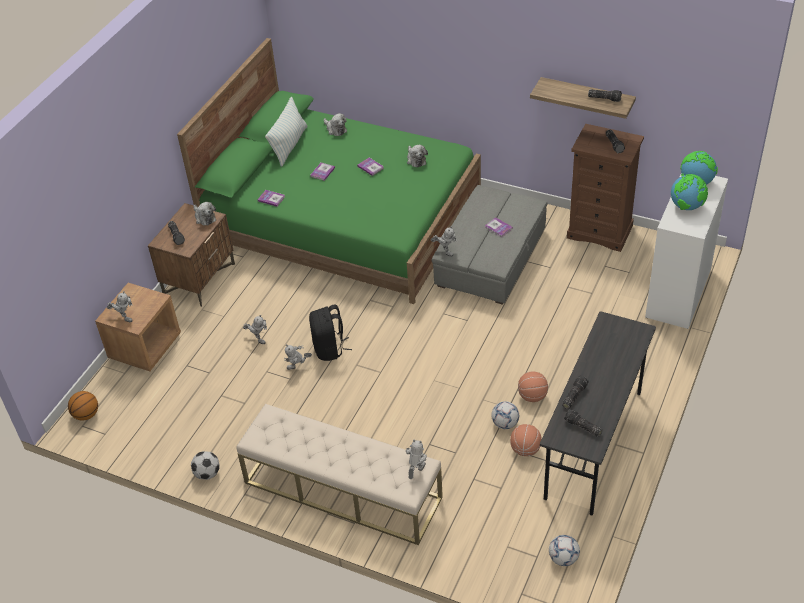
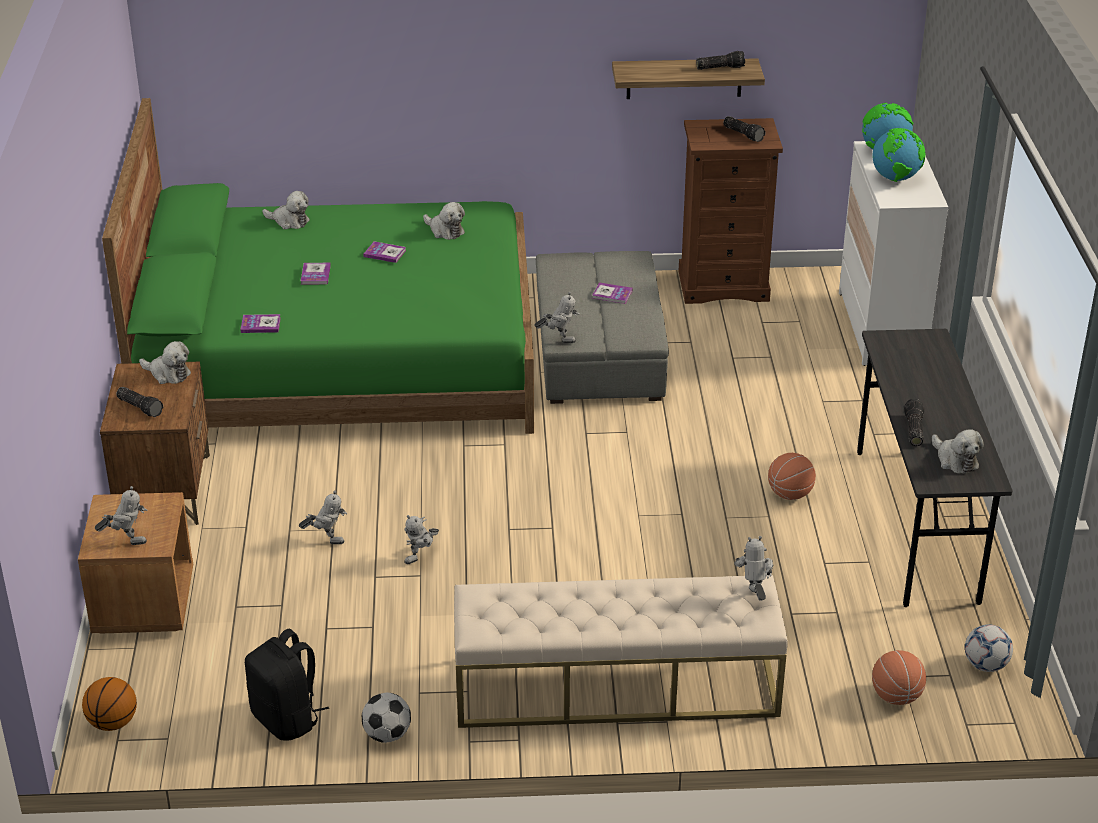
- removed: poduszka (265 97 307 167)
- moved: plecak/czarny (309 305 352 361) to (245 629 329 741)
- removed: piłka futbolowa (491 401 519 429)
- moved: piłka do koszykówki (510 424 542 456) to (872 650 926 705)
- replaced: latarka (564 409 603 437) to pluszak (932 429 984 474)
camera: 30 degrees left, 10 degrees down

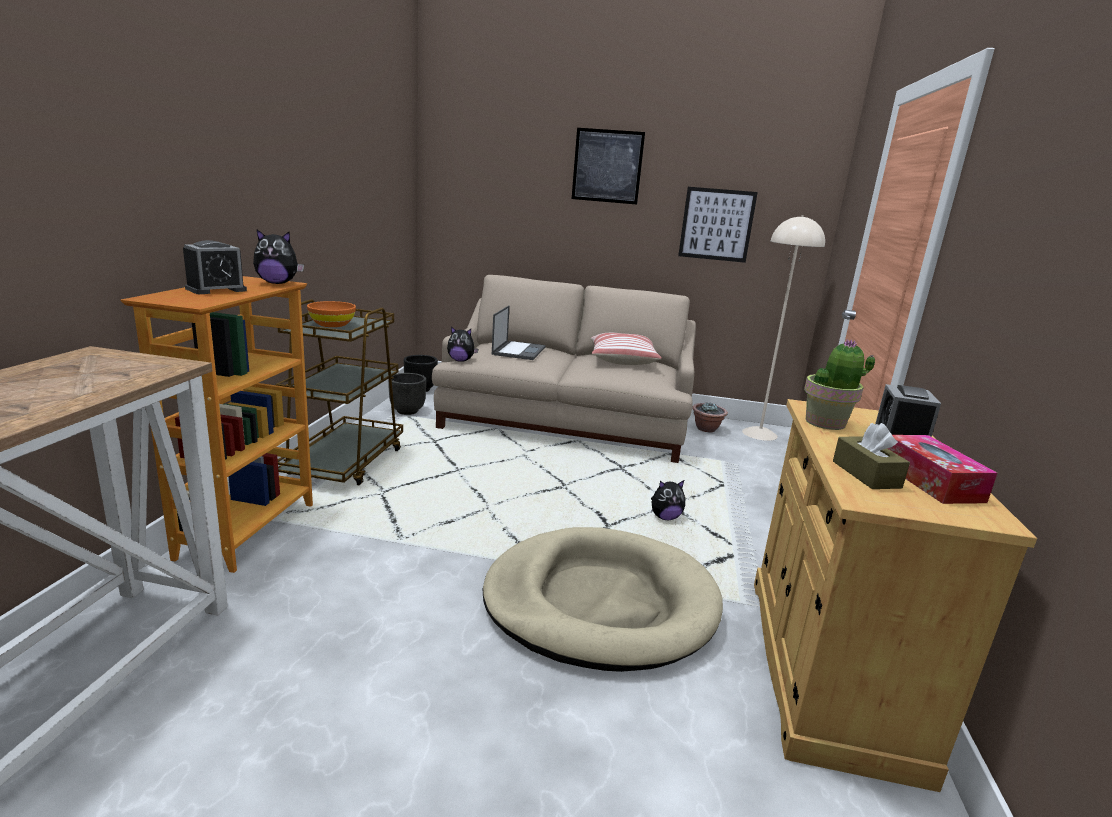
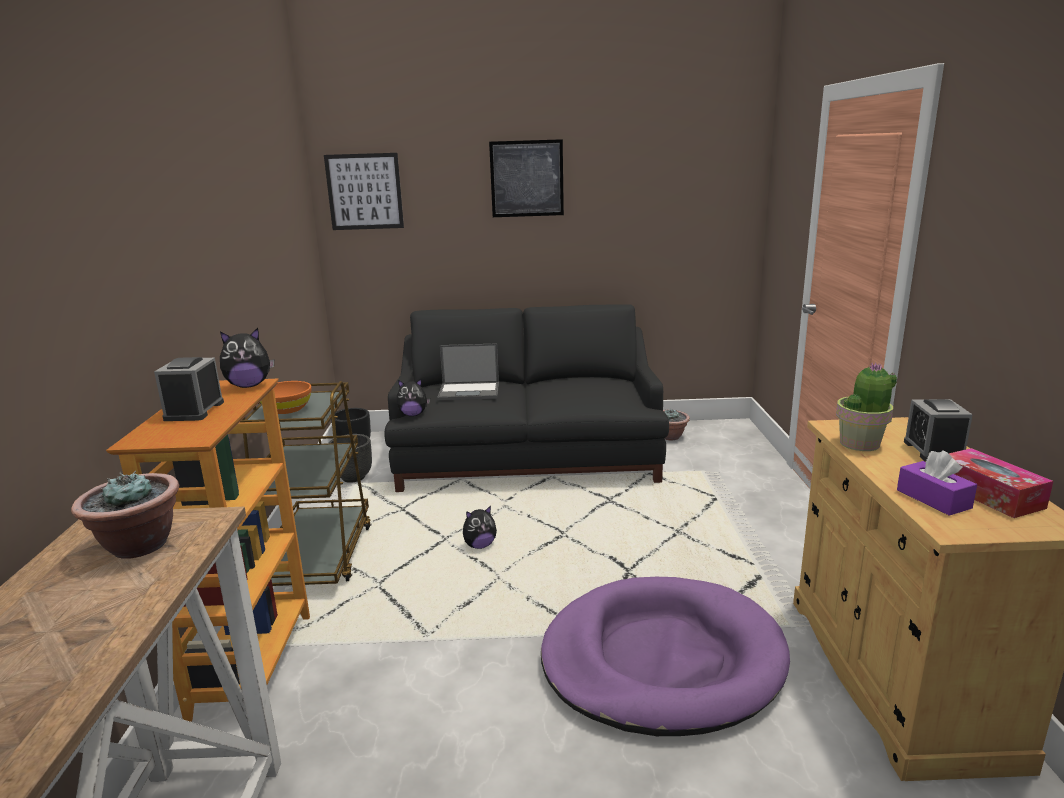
- turned: budzik (183 240 247 294) = (154 357 224 421) 150 degrees clockwise
- recoloured: kanapa/beżowy (432 275 696 463) to kanapa/czarny (384 304 669 492)
- recoloured: legowisko/beżowy (482 527 723 672) to legowisko/fioletowy (541 577 790 736)
- turned: laptop (492 305 546 360) = (437 343 499 400) 90 degrees clockwise
- removed: poduszka (591 333 662 365)
- moved: pluszak (651 480 685 520) to (463 506 497 549)
- moved: obraz (678 187 758 263) to (324 153 404 230)
- removed: lampa stojąca/beżowy (742 215 825 441)
- recoloured: pudełko chusteczek/brązowy (833 423 910 489) to pudełko chusteczek/fioletowy (897 451 977 516)
- added: roślina doniczkowa (71 471 179 559)
camera: 10 degrees left, 0 degrees up

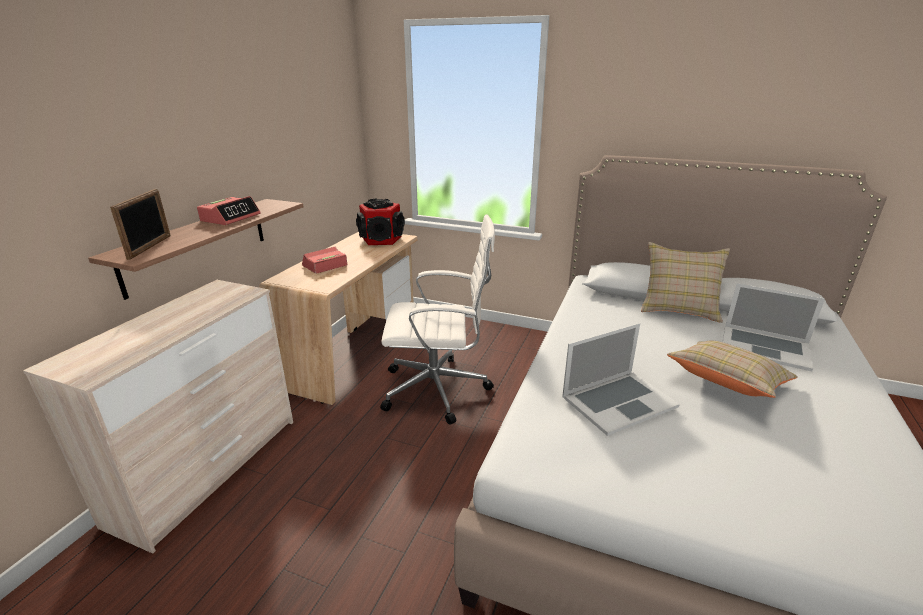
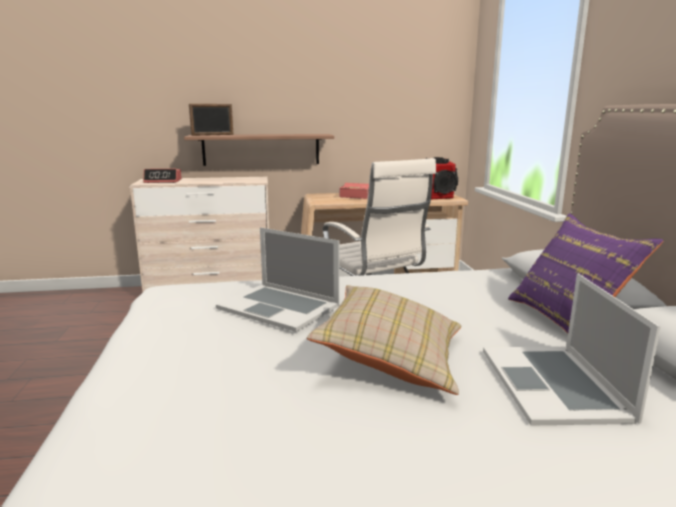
- moved: budzik (197 196 261 225) to (143 169 182 183)
- recoloured: poduszka/beżowy (641 242 730 323) to poduszka/fioletowy (508 213 664 333)
camera: 60 degrees right, 10 degrees down

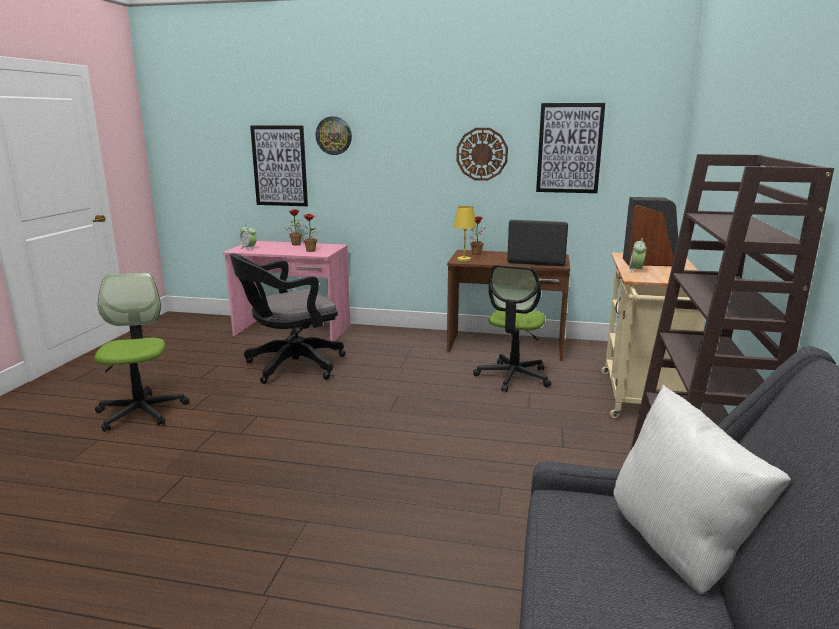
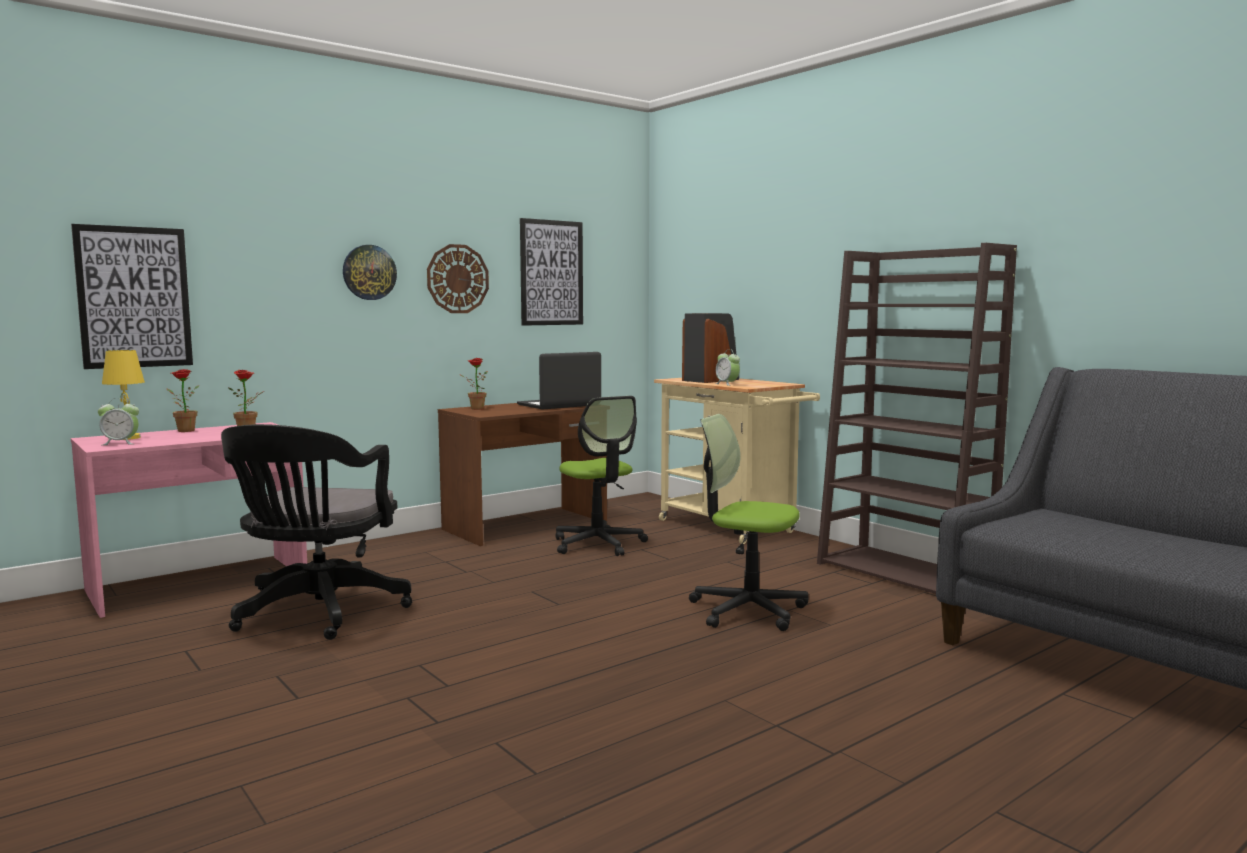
- moved: krzesło biurowe (94 272 190 432) to (689 414 809 631)
- moved: zegar ścienny (316 117 352 155) to (343 245 397 300)
- moved: lampa stołowa/żółty (454 206 476 261) to (102 350 145 440)
- removed: poduszka/biały (613 385 791 594)
camera: 50 degrees left, 10 degrees down

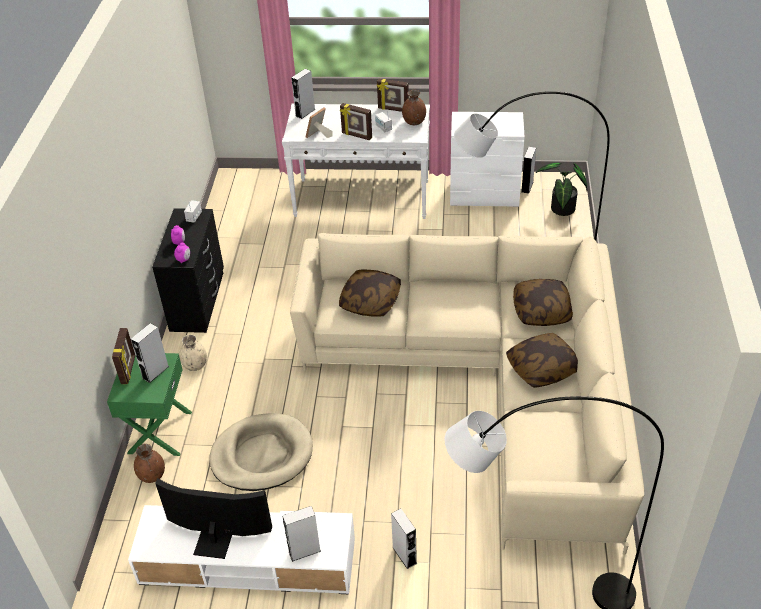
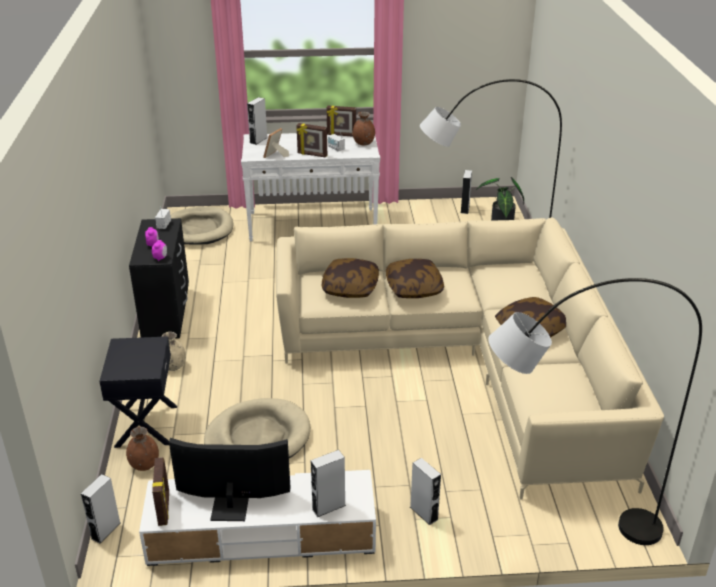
- recoloured: szafka nocna/zielony (107 353 192 456) to szafka nocna/czarny (99 336 177 448)
- moved: ramka na zdjęcie (112 328 135 384) to (152 457 169 526)
- moved: głośnik/szary (131 323 169 383) to (81 474 120 544)
- removed: komoda/biały (450 112 525 207)
- moved: poduszka (513 279 573 326) to (386 259 444 298)
- added: legowisko/beżowy (171 207 234 245)
camera: 10 degrees left, 10 degrees down

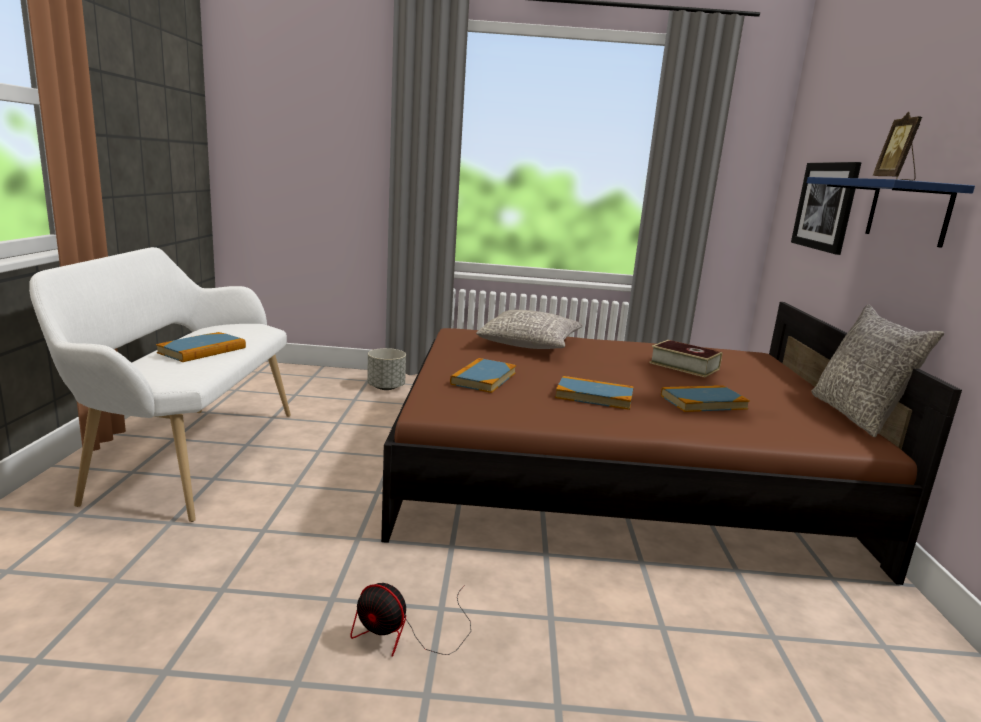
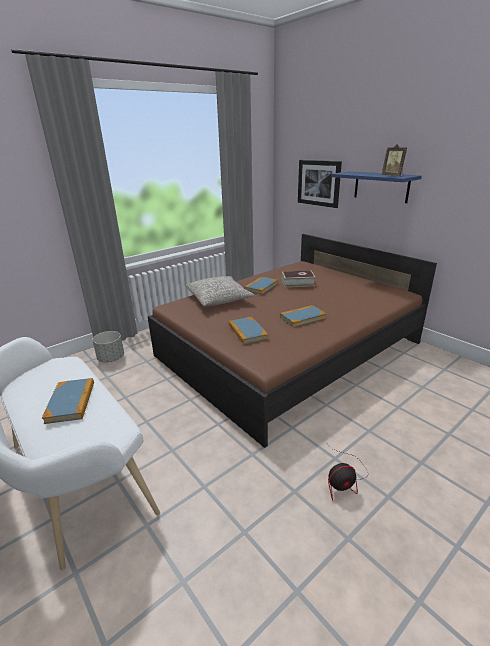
- moved: książka (661 385 750 412) to (244 277 278 294)
- removed: poduszka/szary (811 304 944 437)
camera: 40 degrees left, 10 degrees up

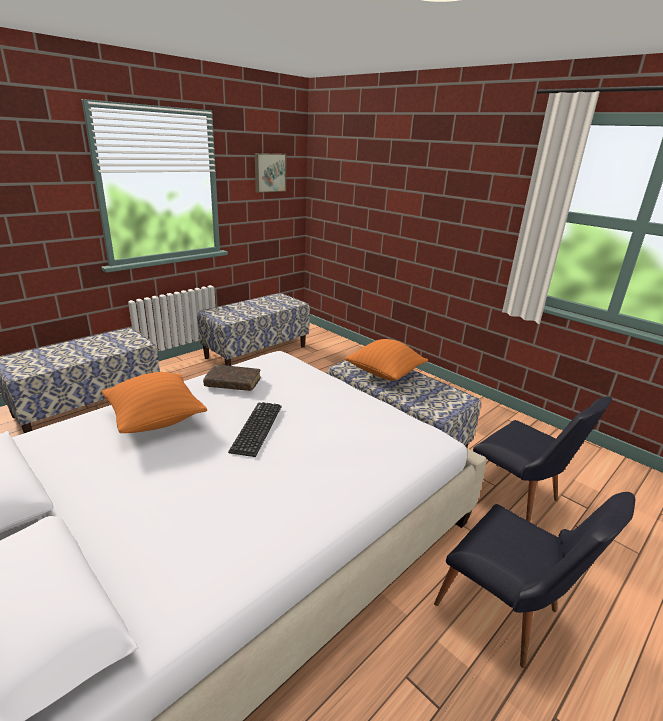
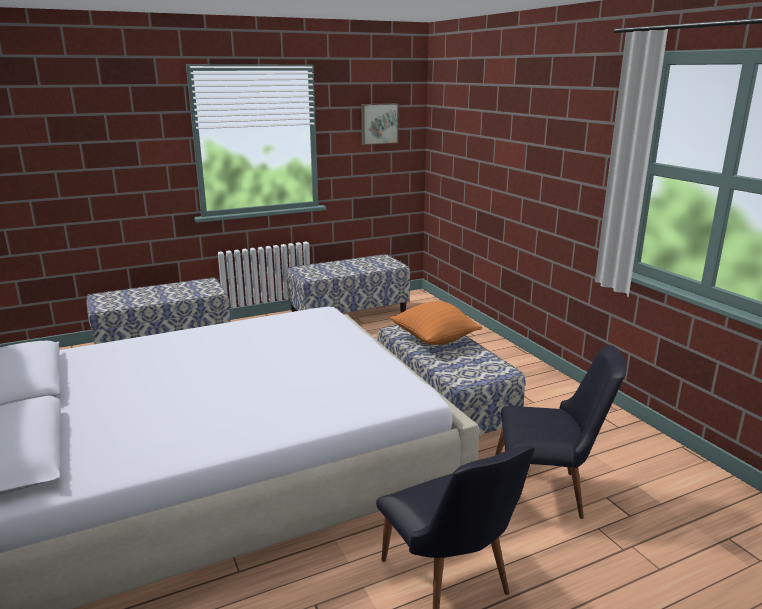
- removed: poduszka/pomarańczowy (102 372 207 433)
- removed: książka/brązowy (203 364 261 391)
- removed: klawiatura (228 402 282 457)
- turned: krzesło/czarny (473 396 612 522) = (495 345 627 519) 60 degrees counterclockwise
camera: 20 degrees right, 5 degrees down

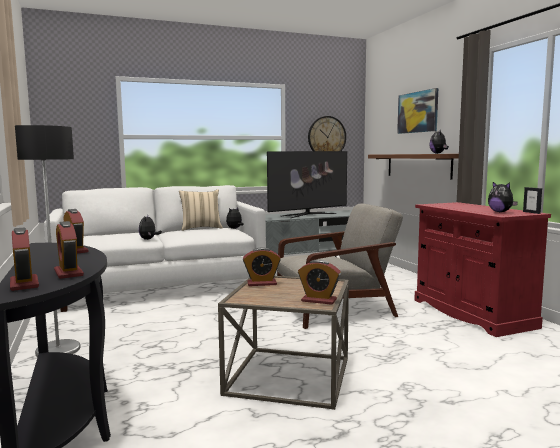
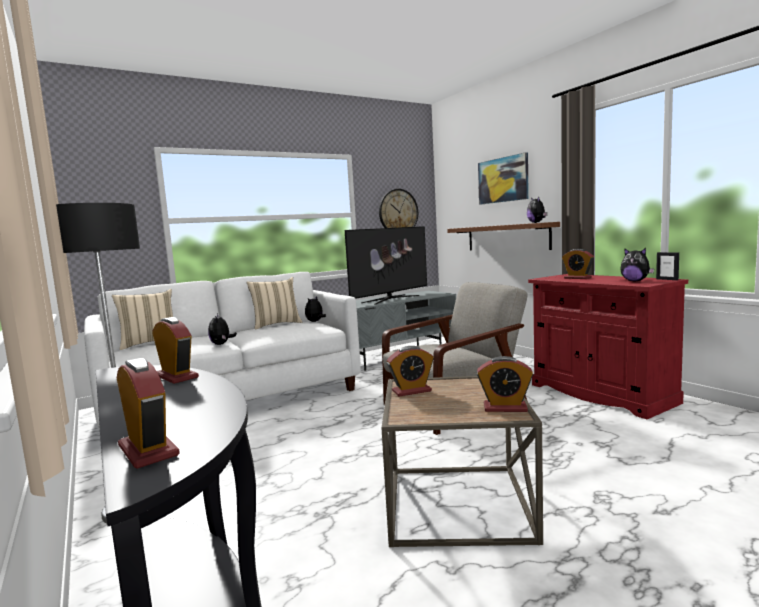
- moved: budzik (54 221 84 279) to (562 249 594 279)
- added: poduszka/beżowy (112 289 173 350)
camera: 10 degrees left, 0 degrees up

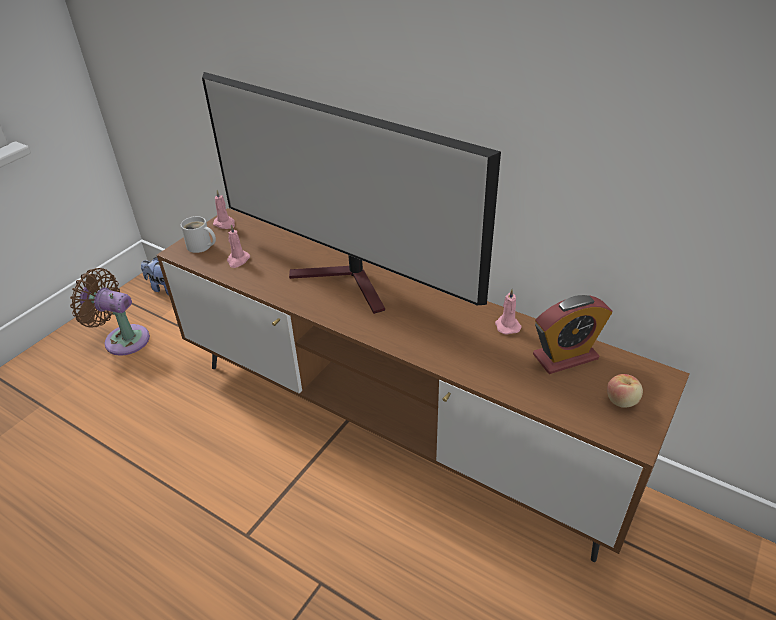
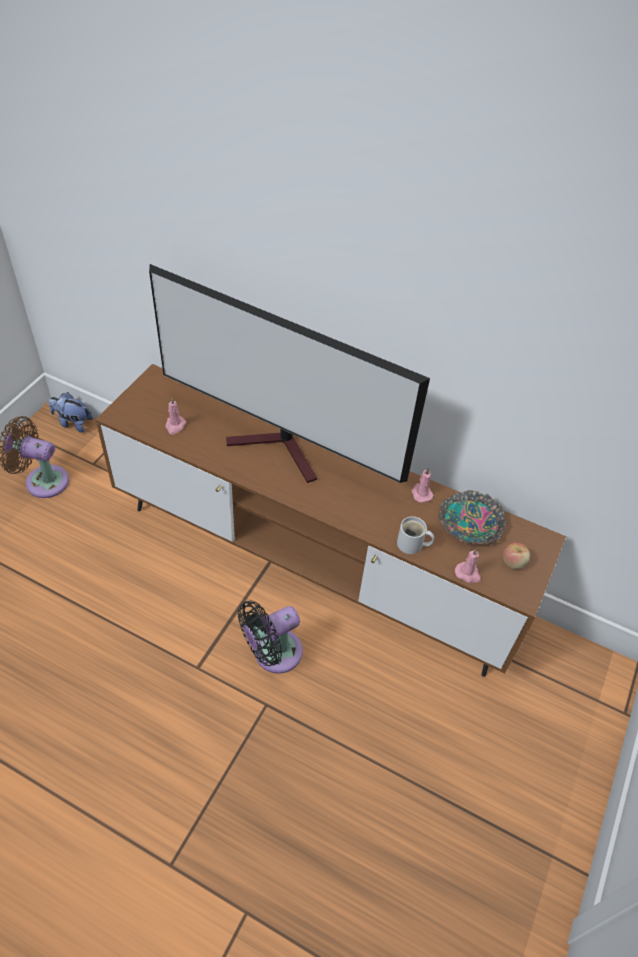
- moved: kubek/biały (181 216 216 253) to (397 516 434 554)
- moved: świeca/różowy (213 190 235 229) to (455 548 481 583)
- replaced: budzik (533 295 612 374) to miska (438 490 506 544)
- added: wentylator/czarny (238 600 303 674)
camera: 10 degrees left, 10 degrees up

